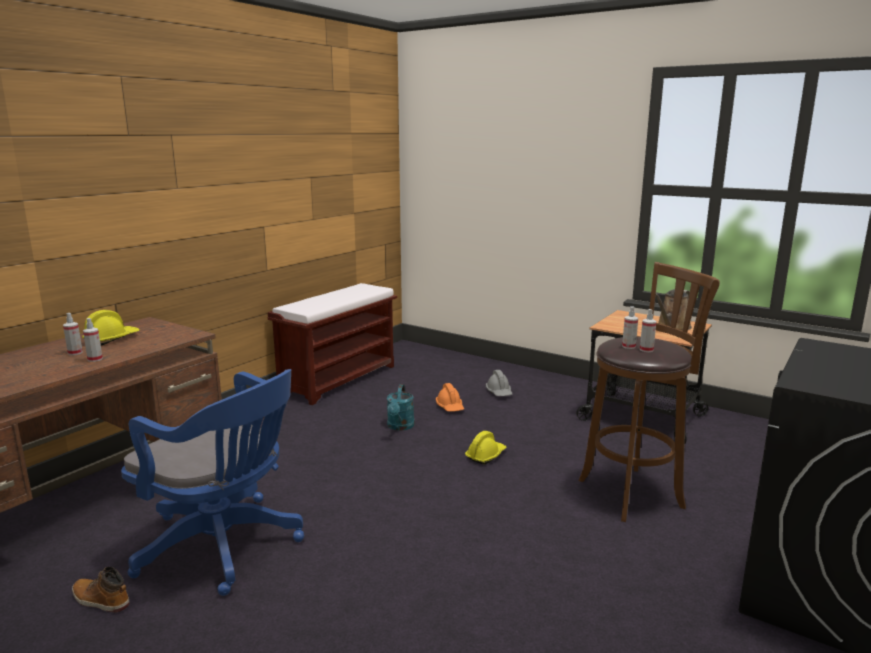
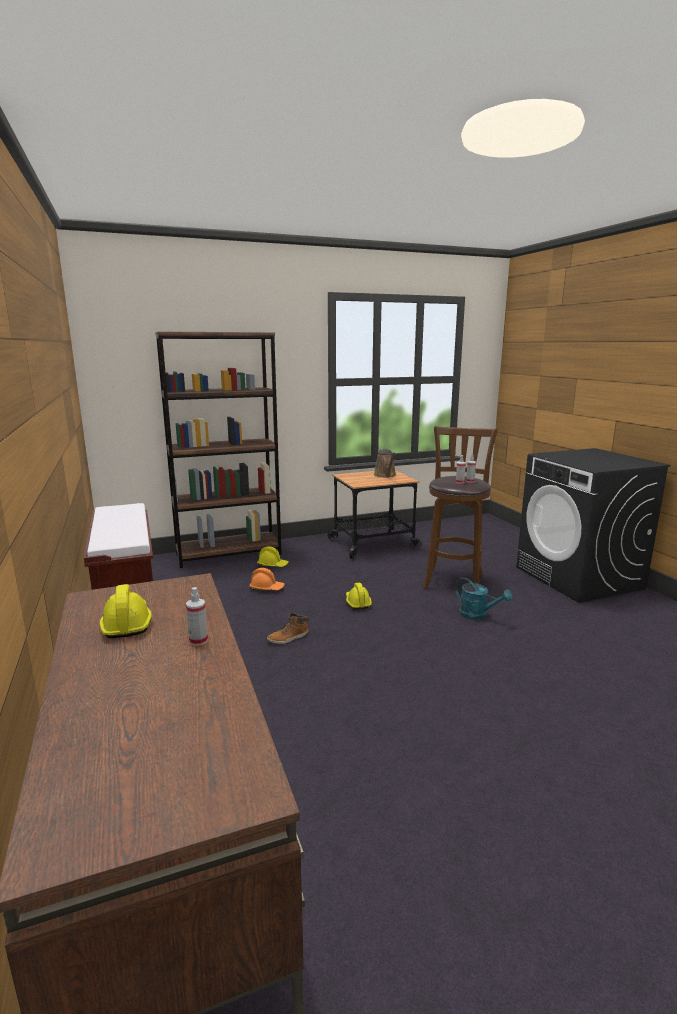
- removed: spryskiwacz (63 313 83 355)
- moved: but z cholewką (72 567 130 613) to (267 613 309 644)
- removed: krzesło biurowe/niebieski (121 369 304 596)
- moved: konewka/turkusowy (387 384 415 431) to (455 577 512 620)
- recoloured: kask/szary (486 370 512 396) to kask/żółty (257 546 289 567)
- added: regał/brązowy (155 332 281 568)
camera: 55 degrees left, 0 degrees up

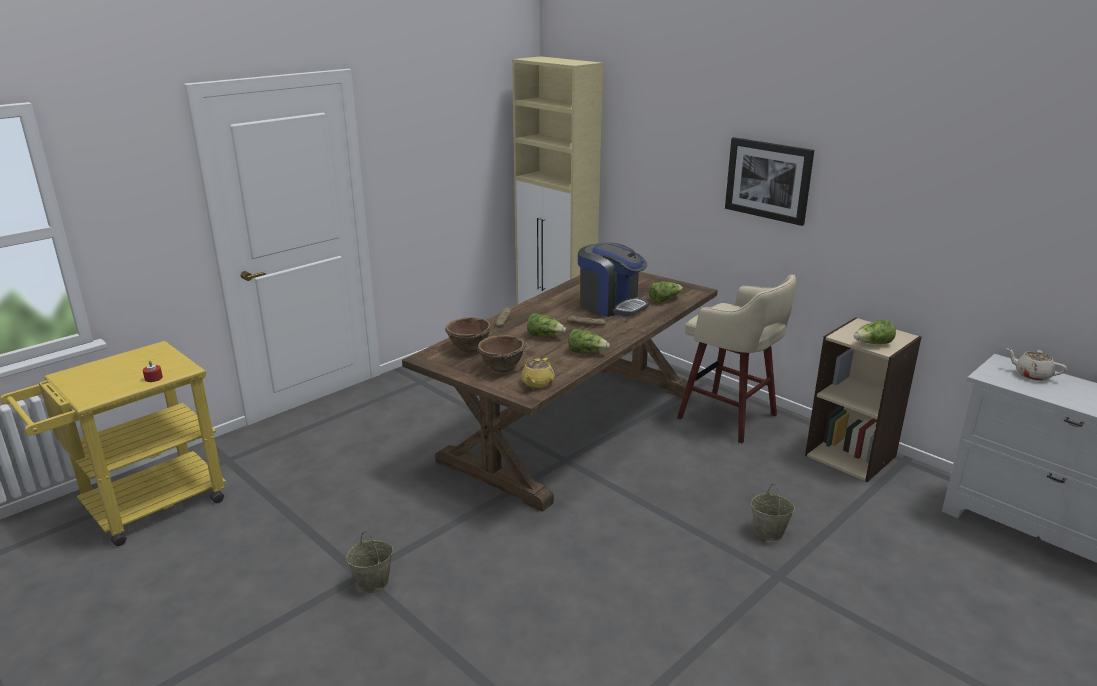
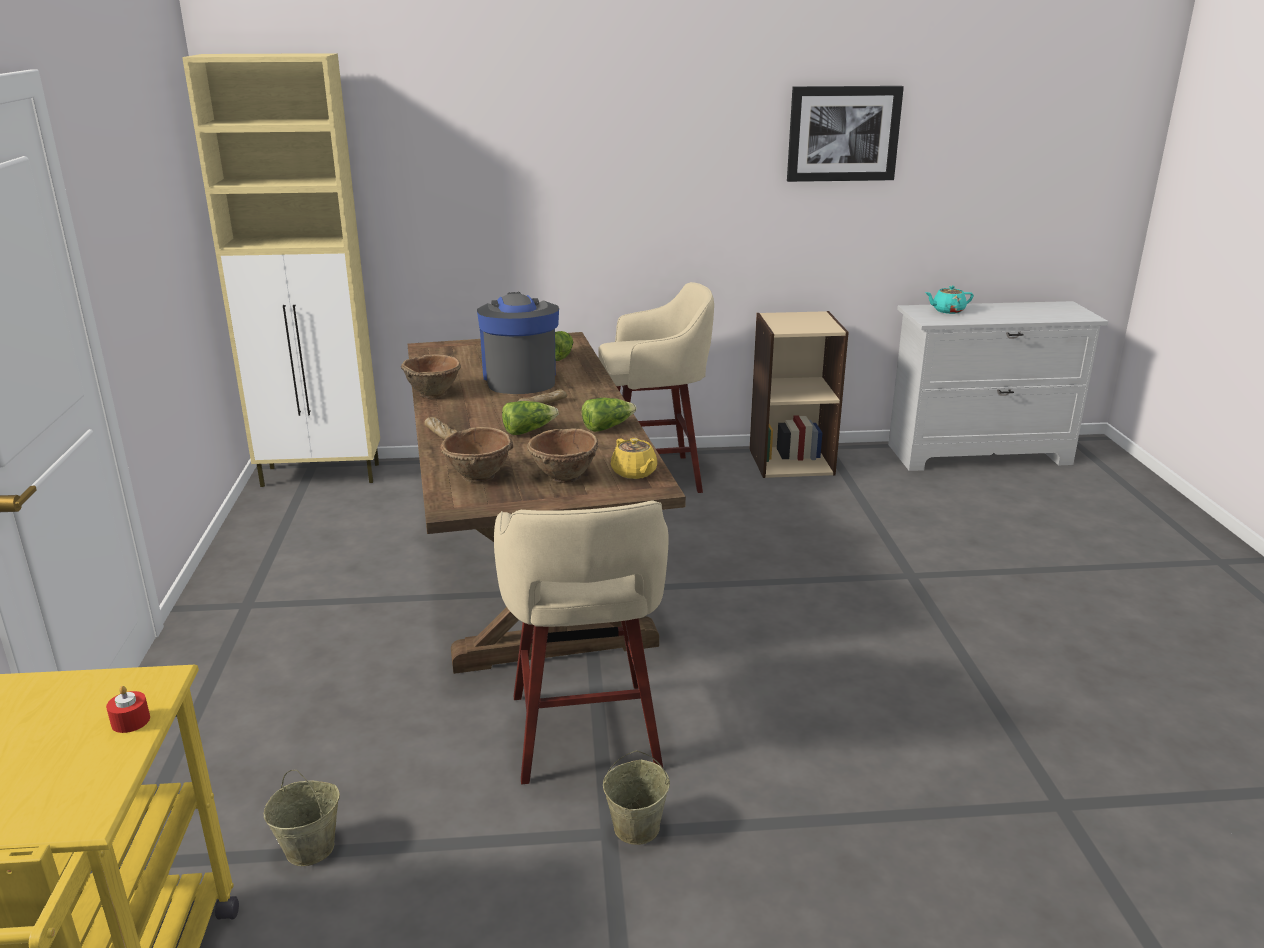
- turned: ekspres do kawy (578 242 649 317) = (477 292 559 394) 90 degrees counterclockwise
- moved: obraz (725 137 814 226) to (787 86 904 182)
- moved: wiadro/beżowy (751 484 795 541) to (264 770 340 866)
- removed: sałata (854 320 896 344)
- recoloured: imbryk/beżowy (1006 348 1067 381) to imbryk/turkusowy (925 285 974 314)
- added: miska/brązowy (401 354 461 399)
- added: stołek/beżowy (494 500 669 784)
camera: 50 degrees left, 0 degrees up

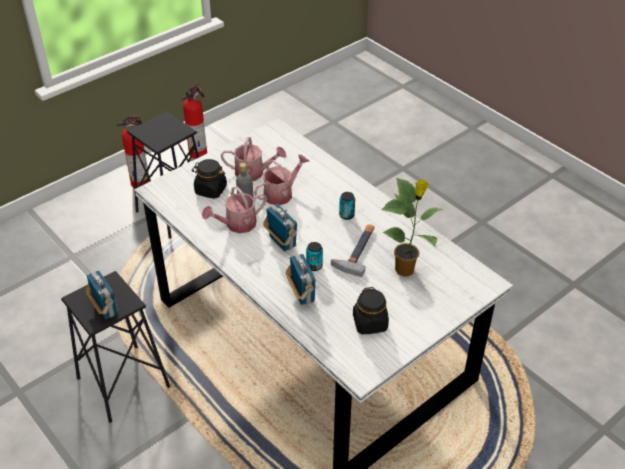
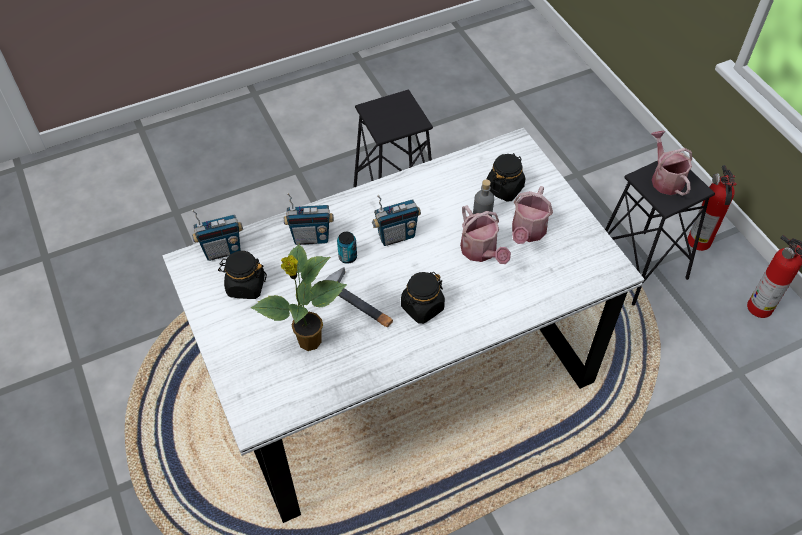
- moved: radio (86 270 118 319) to (192 210 243 261)
- moved: konewka (202 186 267 233) to (651 131 692 196)
- replaced: puszka (339 192 355 220) to słoik/czarny (401 272 445 324)
camera: 105 degrees right, 10 degrees up

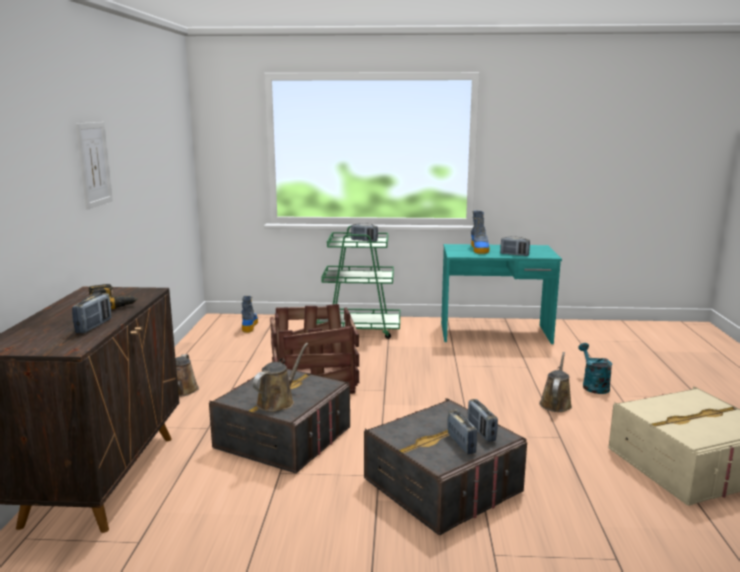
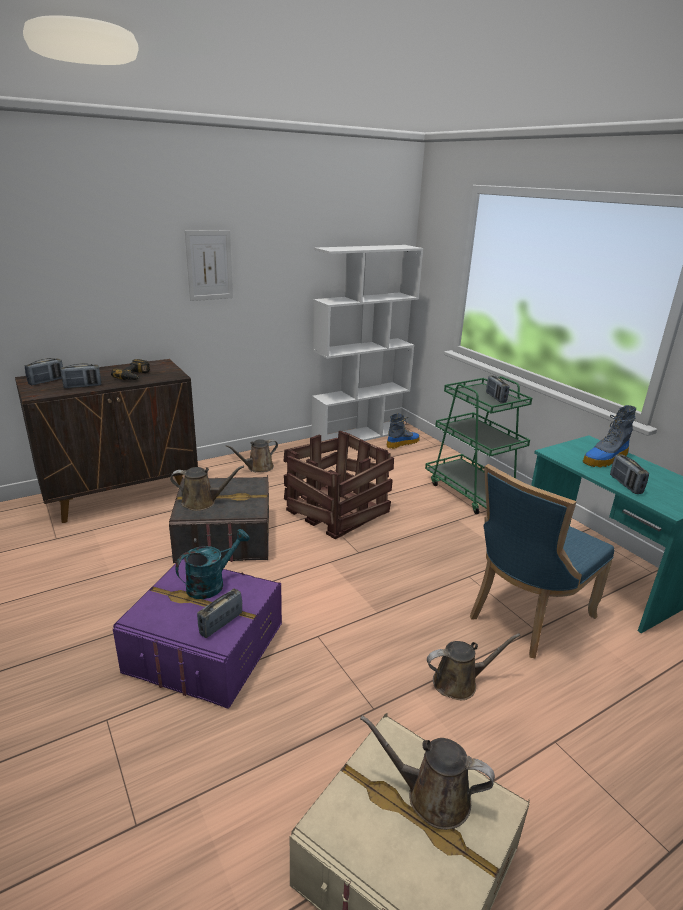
- recoloured: pojemnik do przechowywania/szary (364 398 527 535) to pojemnik do przechowywania/fioletowy (113 558 282 709)
- moved: radio (447 409 477 454) to (25 358 63 385)
- moved: konewka/turkusowy (578 343 612 394) to (175 529 250 599)
- added: regał/biały (312 245 423 441)
- added: konewka/brązowy (360 715 495 830)
- added: krzesło/niebieski (470 464 614 659)
camera: 55 degrees right, 10 degrees up

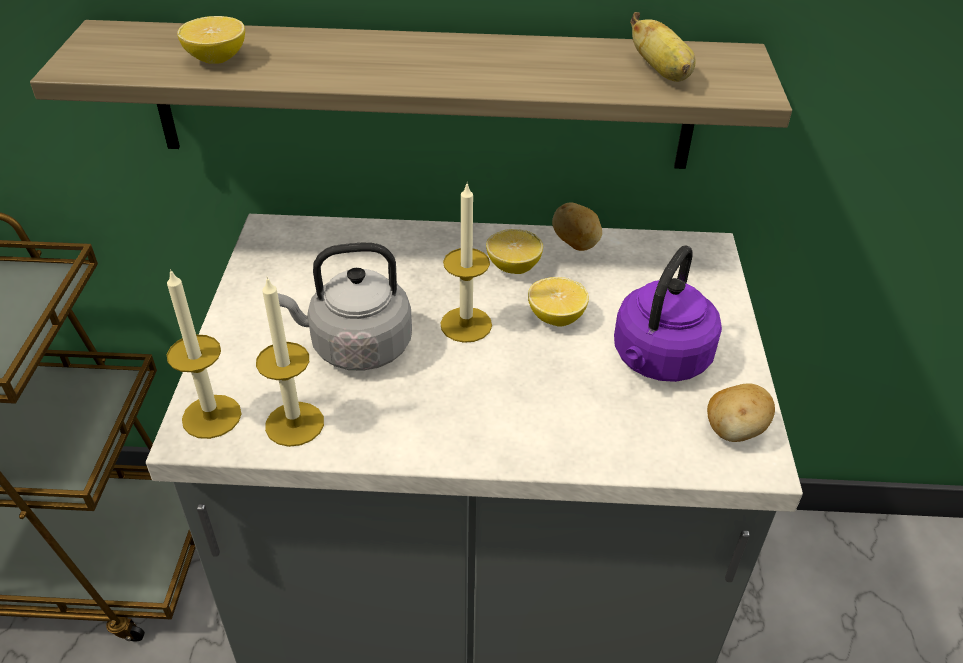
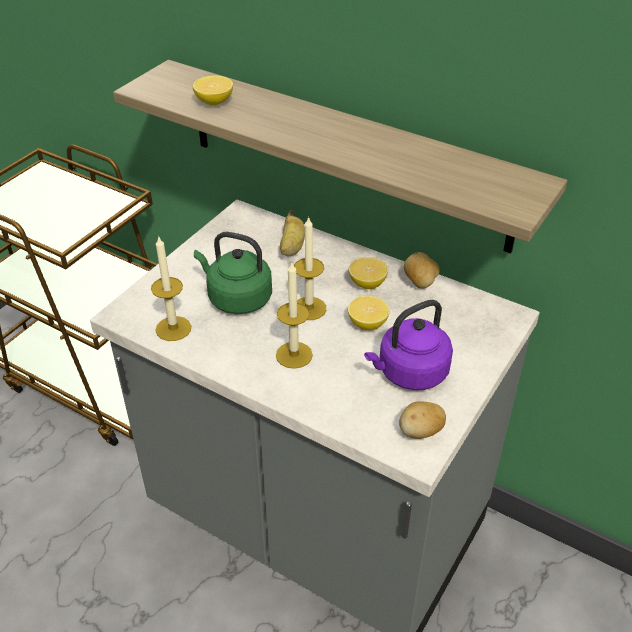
- moved: świeca (167 269 241 439) to (276 261 313 369)
- recoloured: czajnik/szary (278 243 412 371) to czajnik/zielony (194 232 272 314)
- moved: banan (630 12 696 82) to (280 210 305 256)
camera: 30 degrees right, 0 degrees up

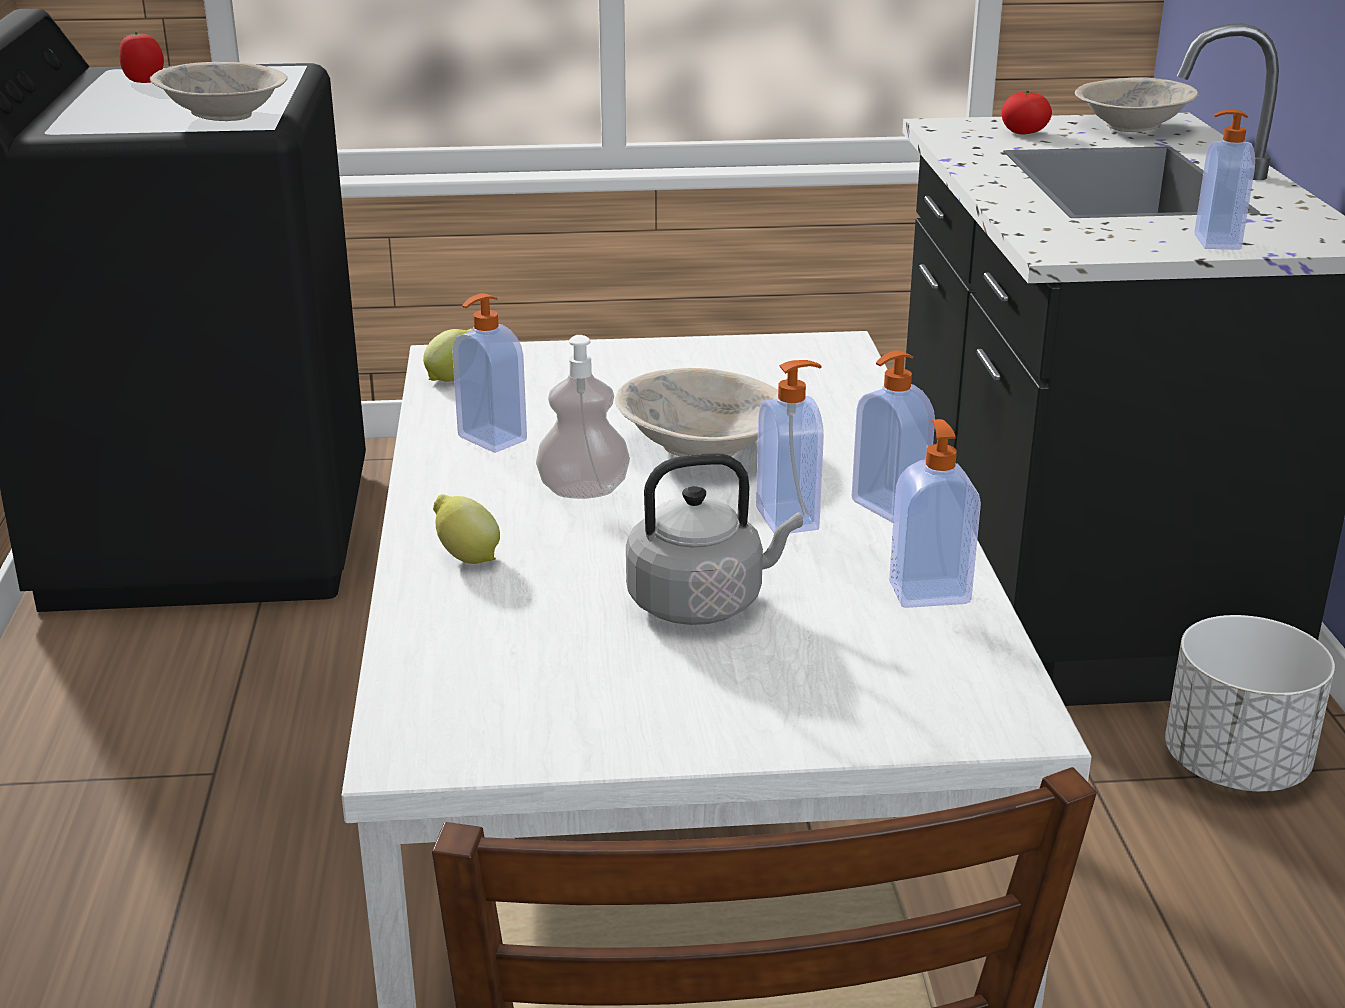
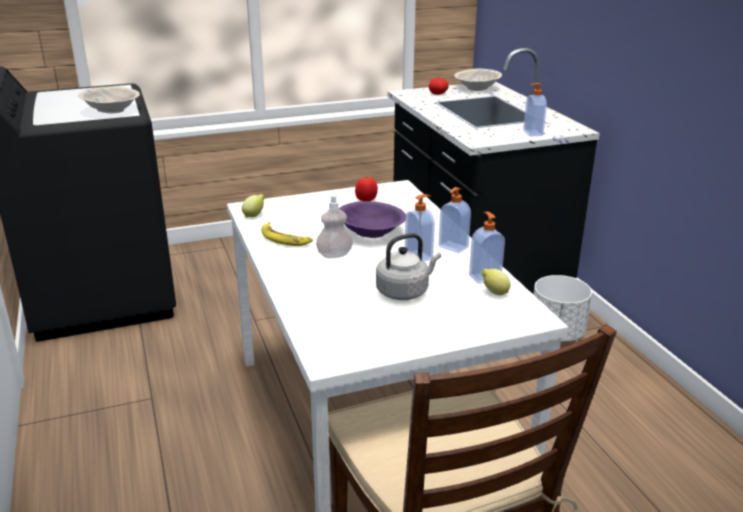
- moved: pomidor (119 32 164 83) to (355 177 378 201)
- moved: cytryna (433 494 500 564) to (481 269 511 295)
- replaced: dozownik mydła (452 293 527 453) to banan (261 222 313 246)
- recoloured: miska/beżowy (615 368 778 456) to miska/fioletowy (339 201 406 238)
camera: 15 degrees left, 0 degrees up

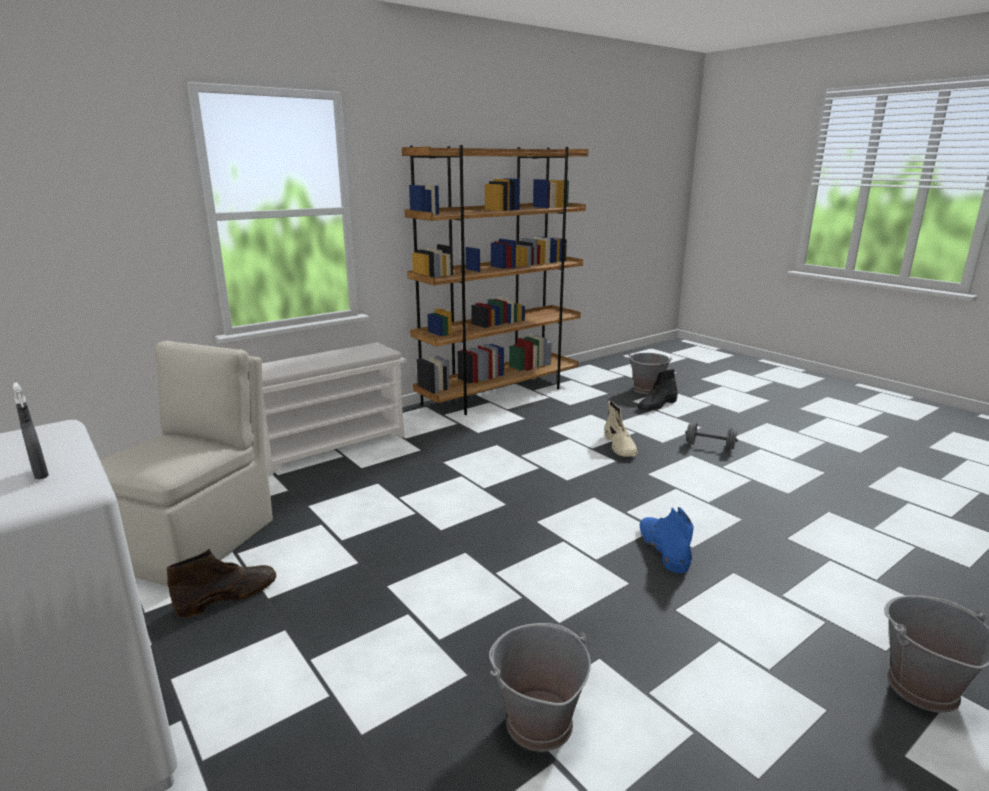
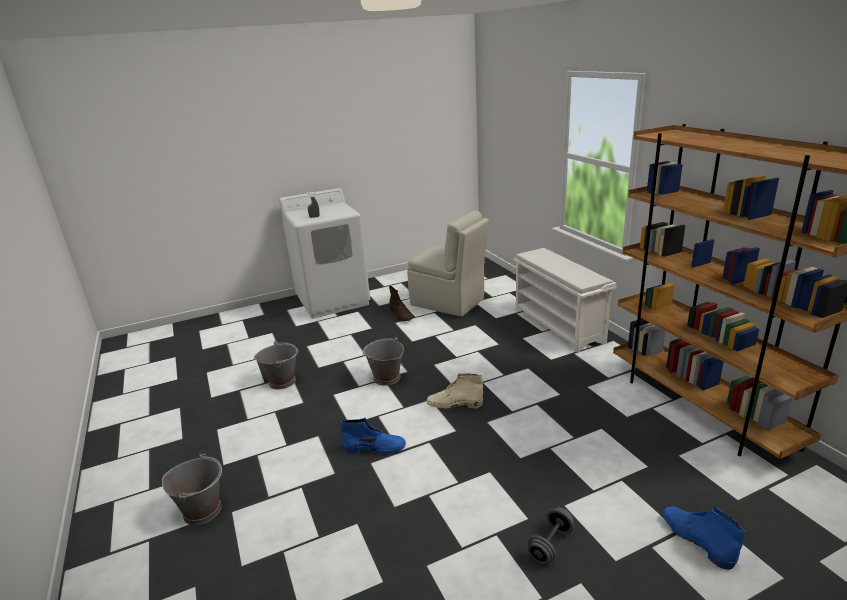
- moved: but z cholewką/beżowy (605 401 638 457) to (426 373 483 409)
- moved: wiadro/szary (628 353 673 394) to (363 337 404 386)
- recoloured: but z cholewką/czarny (638 369 678 410) to but z cholewką/niebieski (662 506 745 570)
camera: 105 degrees right, 5 degrees up

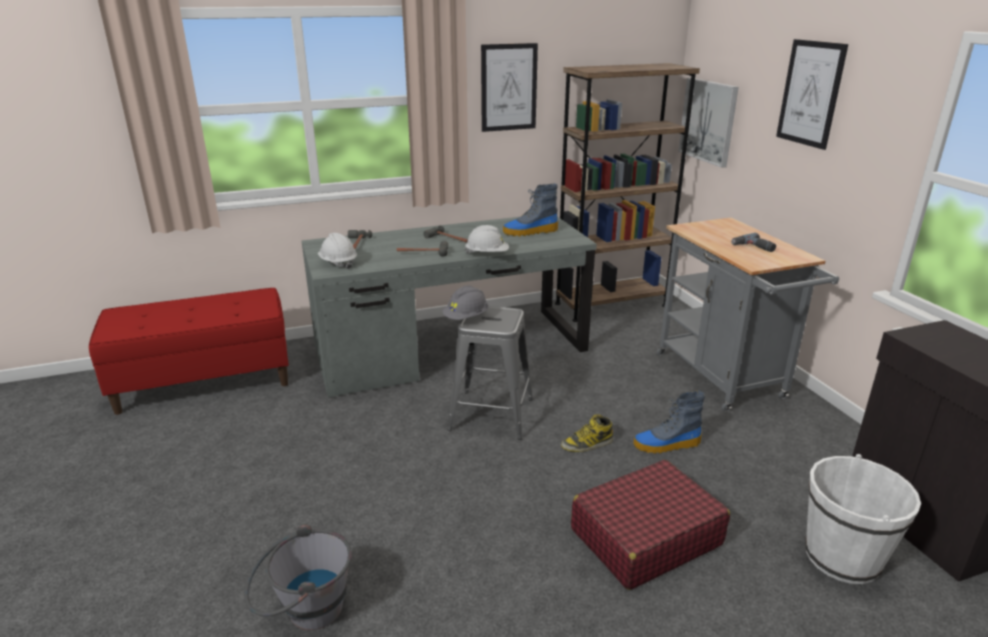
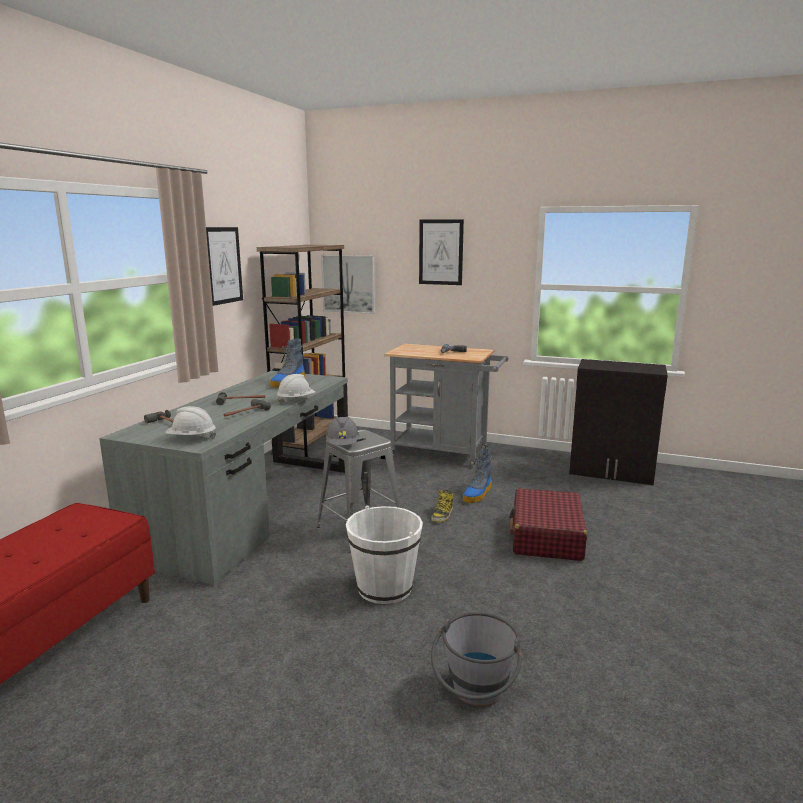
- moved: wiadro/biały (805 454 921 584) to (346 505 423 604)
camera: 50 degrees left, 10 degrees down

